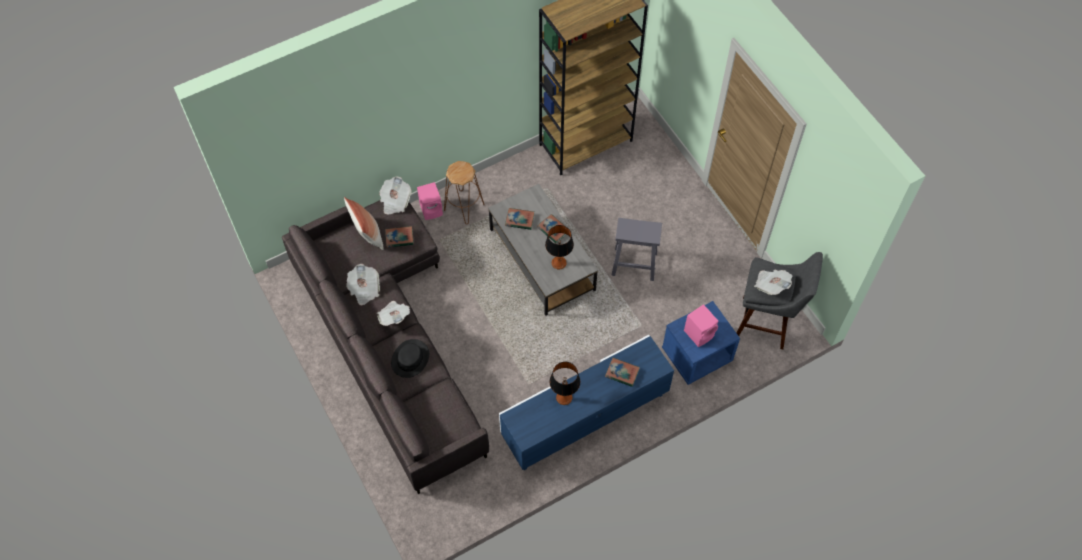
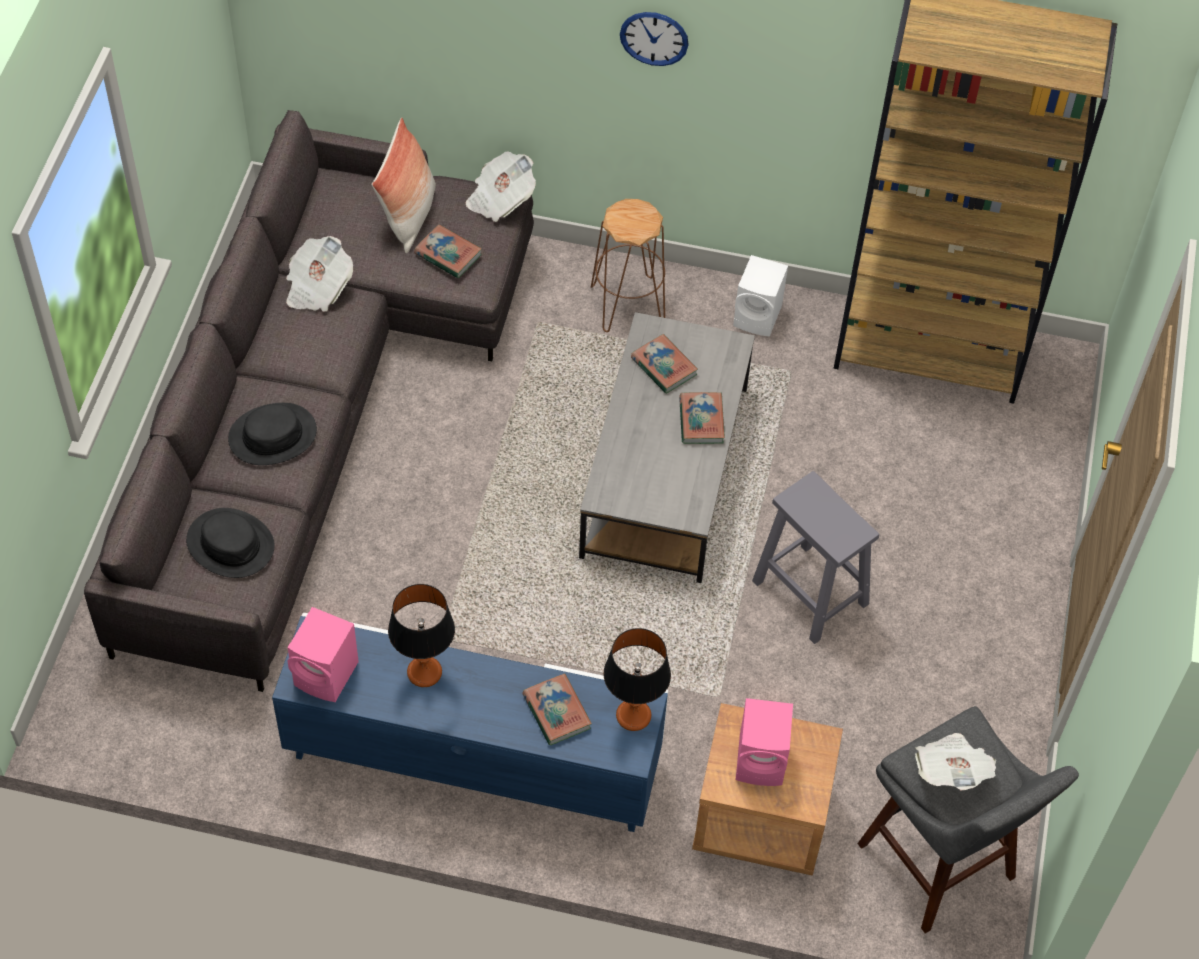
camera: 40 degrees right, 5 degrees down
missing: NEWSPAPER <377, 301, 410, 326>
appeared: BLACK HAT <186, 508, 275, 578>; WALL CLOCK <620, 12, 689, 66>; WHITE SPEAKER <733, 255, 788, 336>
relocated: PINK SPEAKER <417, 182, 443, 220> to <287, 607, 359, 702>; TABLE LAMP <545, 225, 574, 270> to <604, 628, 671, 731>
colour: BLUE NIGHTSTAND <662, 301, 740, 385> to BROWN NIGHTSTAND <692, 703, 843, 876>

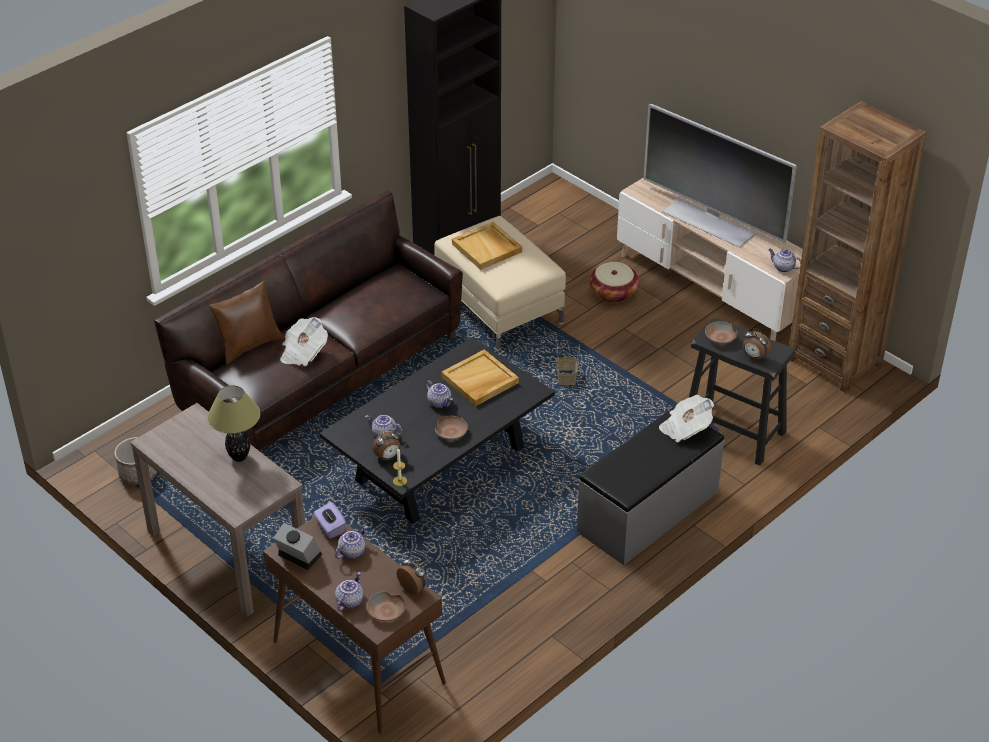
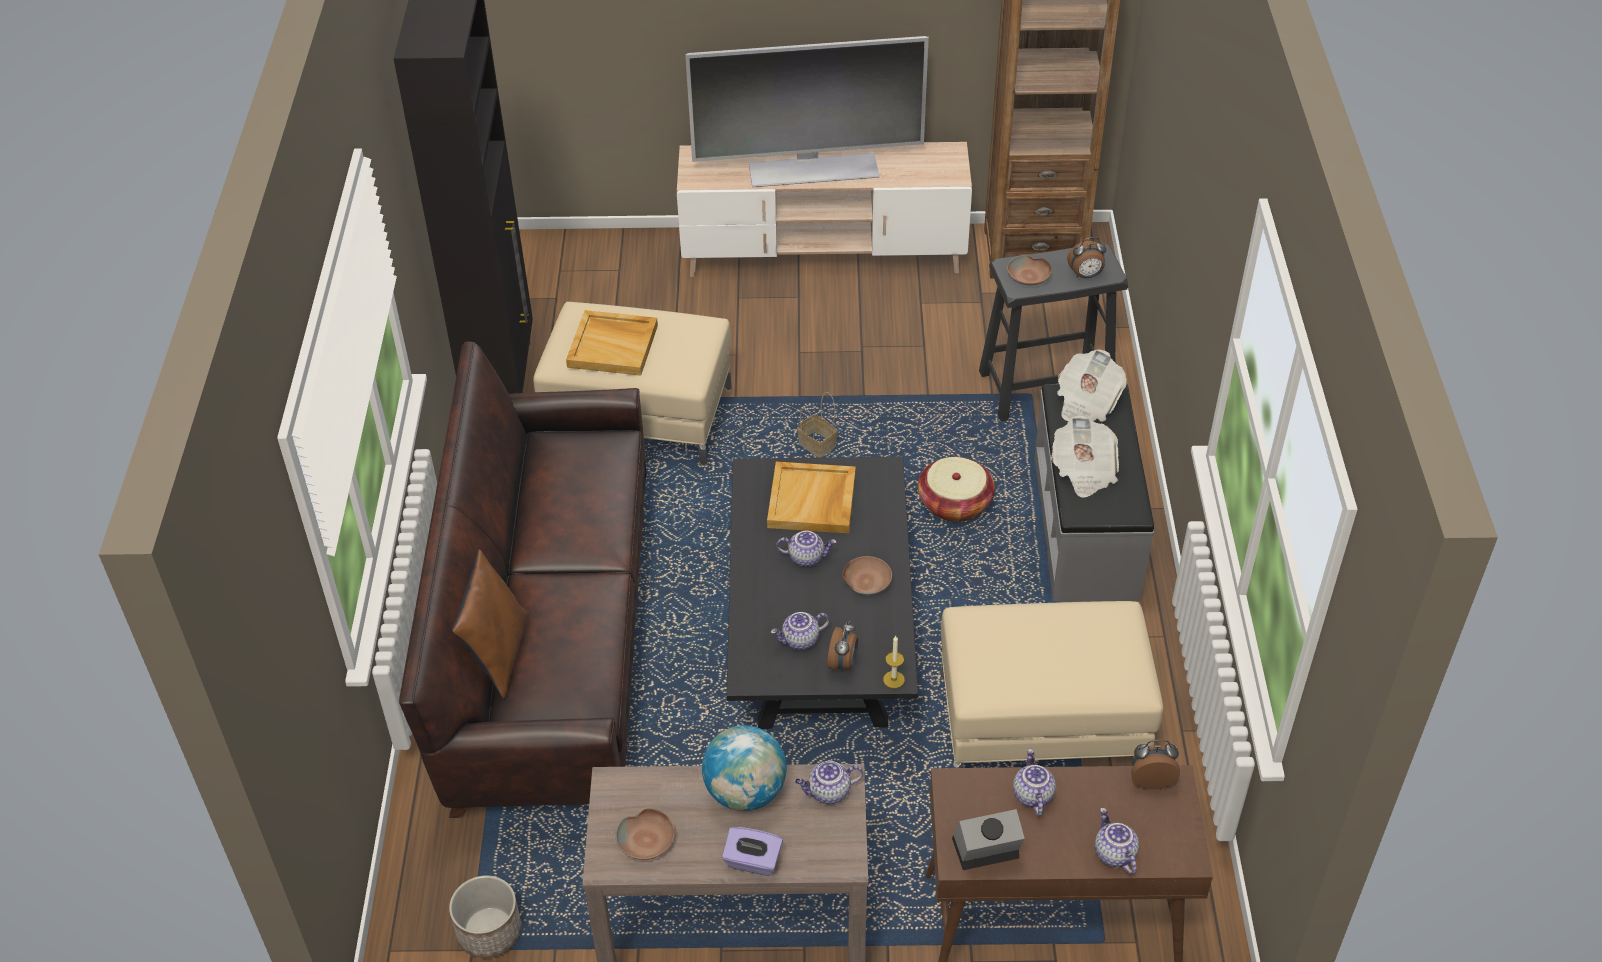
camera: 45 degrees left, 5 degrees up
appeared: BEIGE OTTOMAN <941, 601, 1163, 768>
relocated: NEWSPAPER <280, 317, 328, 366> to <1051, 415, 1119, 498>; PURPLE TISSUE BOX <314, 502, 346, 539> to <722, 827, 783, 876>; BROWN BOWL <367, 591, 406, 621> to <615, 809, 675, 860>; BASKET <589, 262, 639, 303> to <918, 457, 995, 522>; TEAPOT <768, 249, 801, 273> to <795, 761, 863, 804>
exchanged: TABLE LAMP <207, 385, 260, 462> to GLOBE <702, 725, 787, 811>

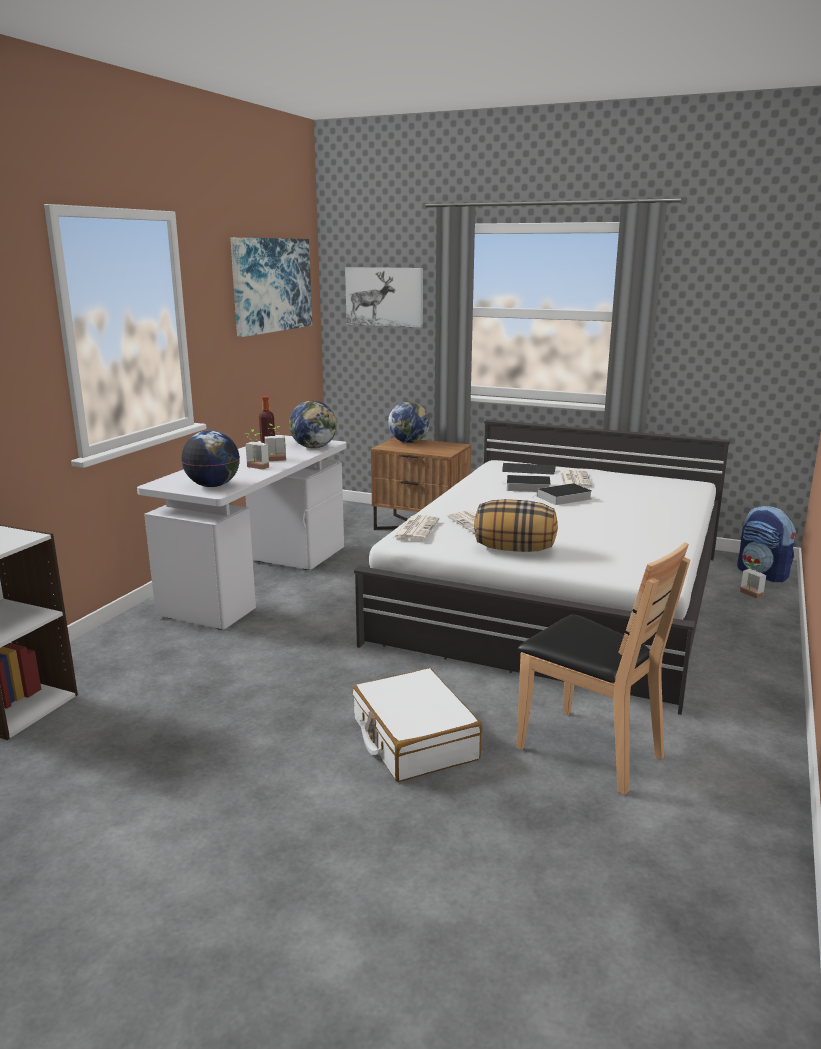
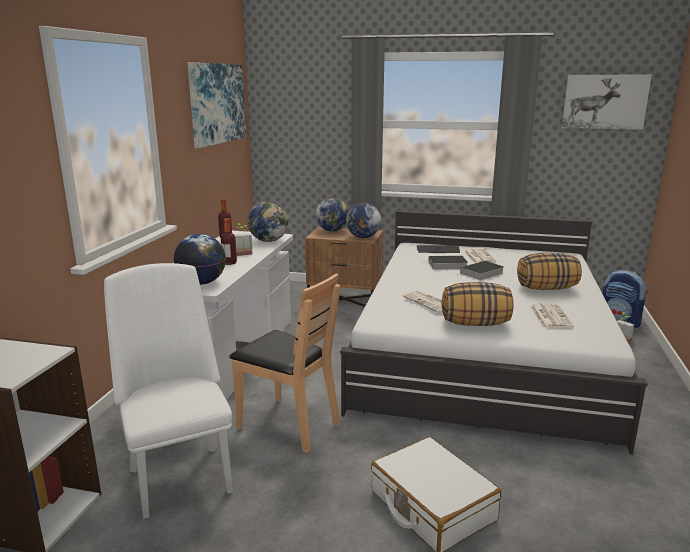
camera: 10 degrees left, 0 degrees up
appeared: WHITE CHAIR <104, 263, 233, 519>; GLOBE <346, 203, 381, 238>; PILLOW <517, 253, 582, 290>
relocated: PICTURE <345, 267, 423, 328> to <562, 75, 652, 130>; NEWSPAPER <393, 515, 439, 540> to <530, 303, 574, 329>; BROWN CHAIR <516, 542, 690, 795> to <229, 274, 341, 453>
exchanged: POTTED PLANT <245, 429, 269, 470> to BOTTLE <221, 218, 237, 265>

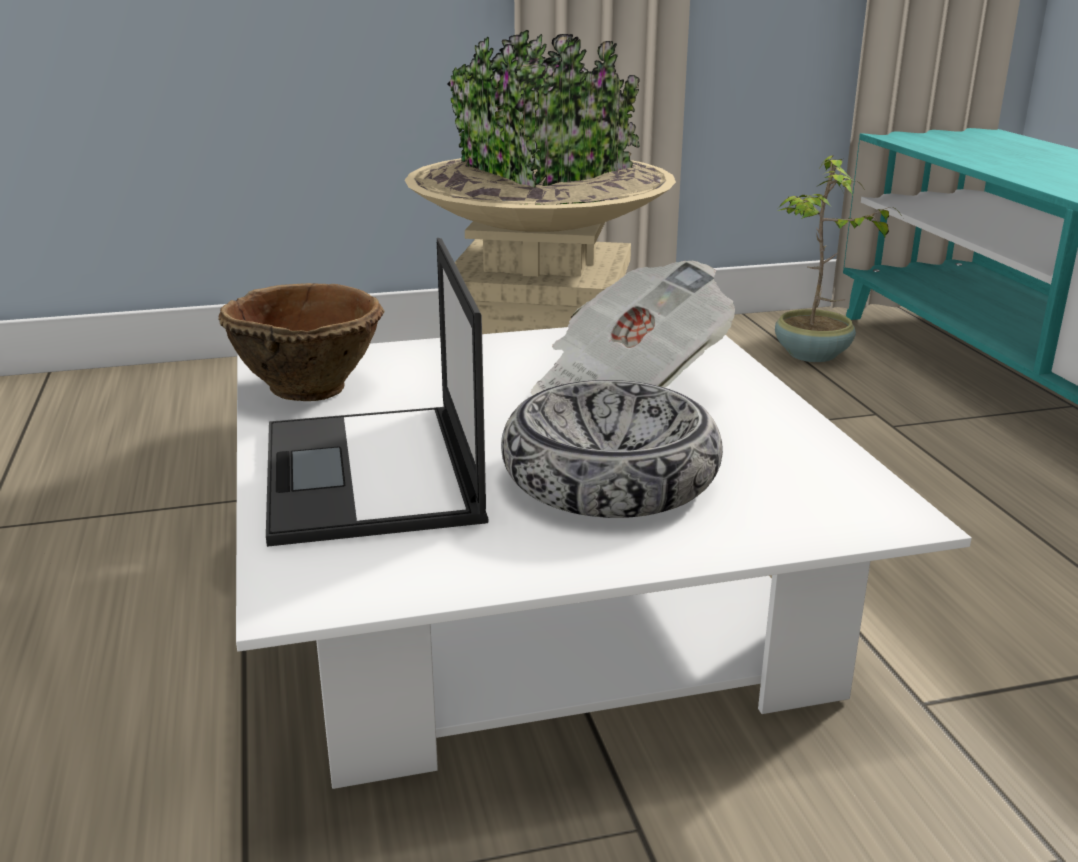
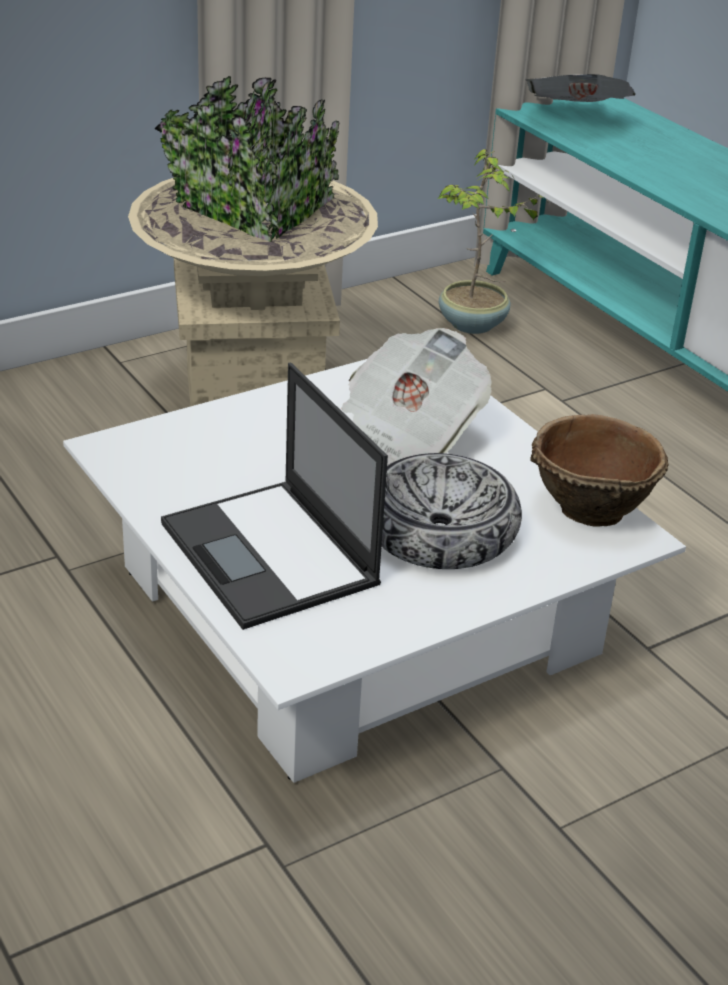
camera: 20 degrees left, 10 degrees up
appeared: NEWSPAPER <525, 74, 636, 102>
relocated: BROWN BOWL <218, 283, 384, 401> to <530, 414, 669, 527>

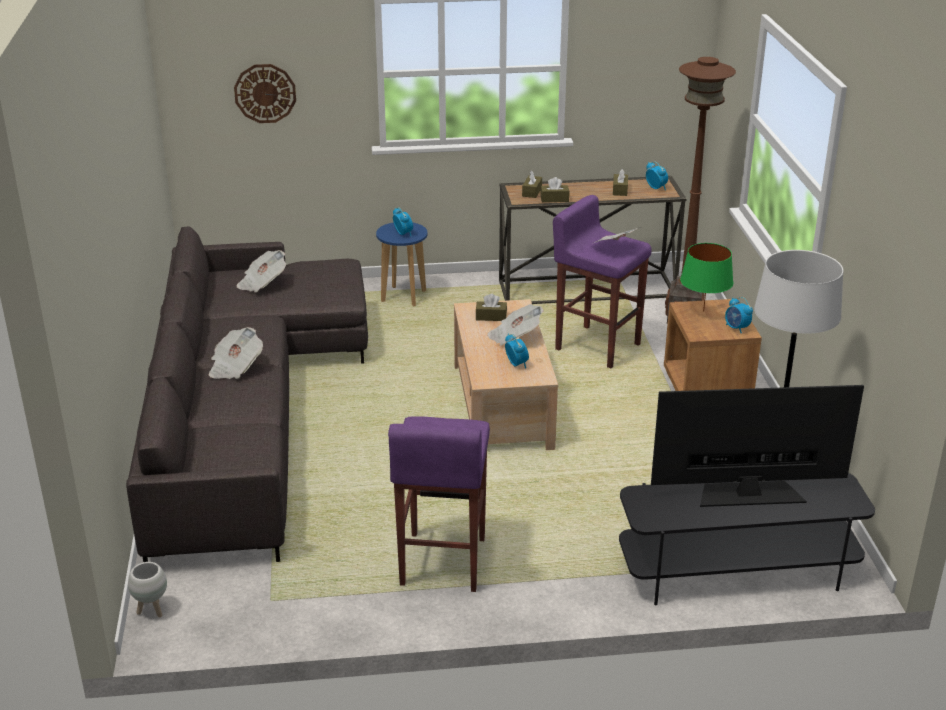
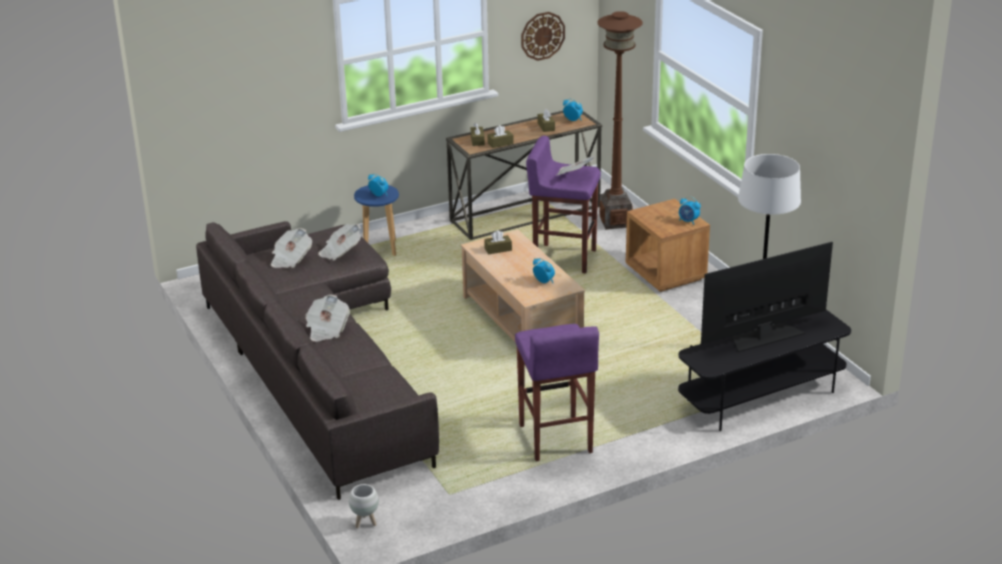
camera: 20 degrees left, 0 degrees up
missing: GREEN TABLE LAMP <680, 243, 733, 312>
relocated: WALL CLOCK <234, 64, 296, 123> to <521, 12, 565, 61>; NEWSPAPER <487, 304, 544, 346> to <318, 224, 361, 261>

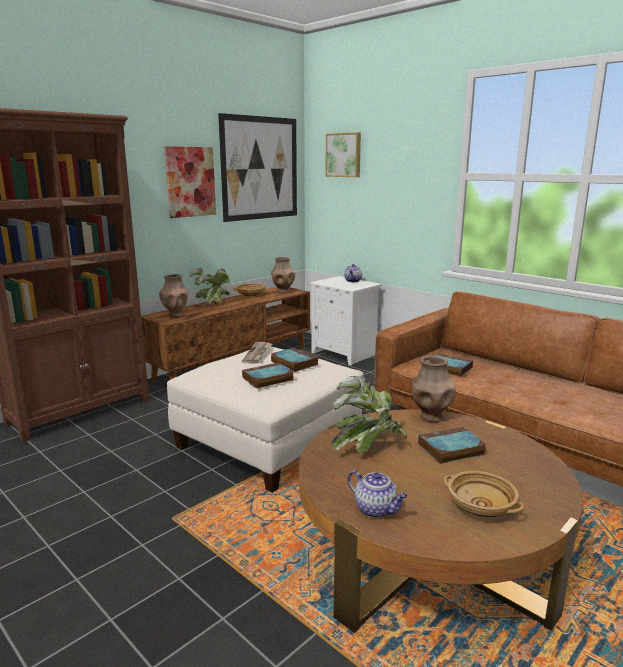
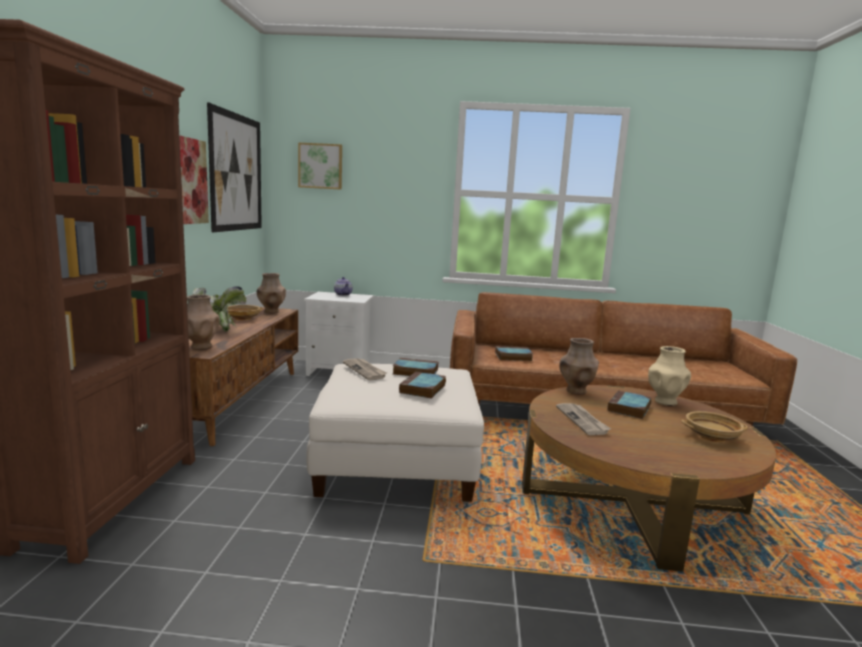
camera: 40 degrees left, 5 degrees down
missing: TEAPOT <347, 470, 408, 518>
appeared: BEIGE VASE <648, 346, 691, 406>
exchanged: POTTED PLANT <331, 376, 407, 453> to NEWSPAPER <556, 403, 611, 435>

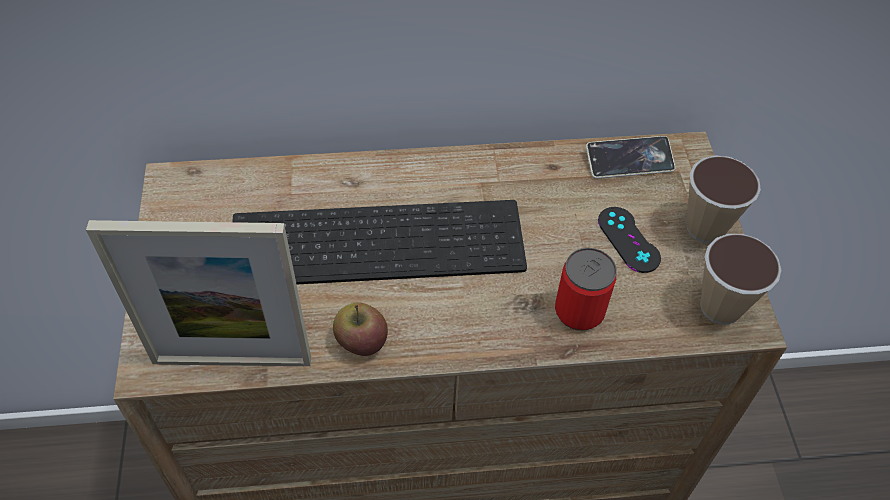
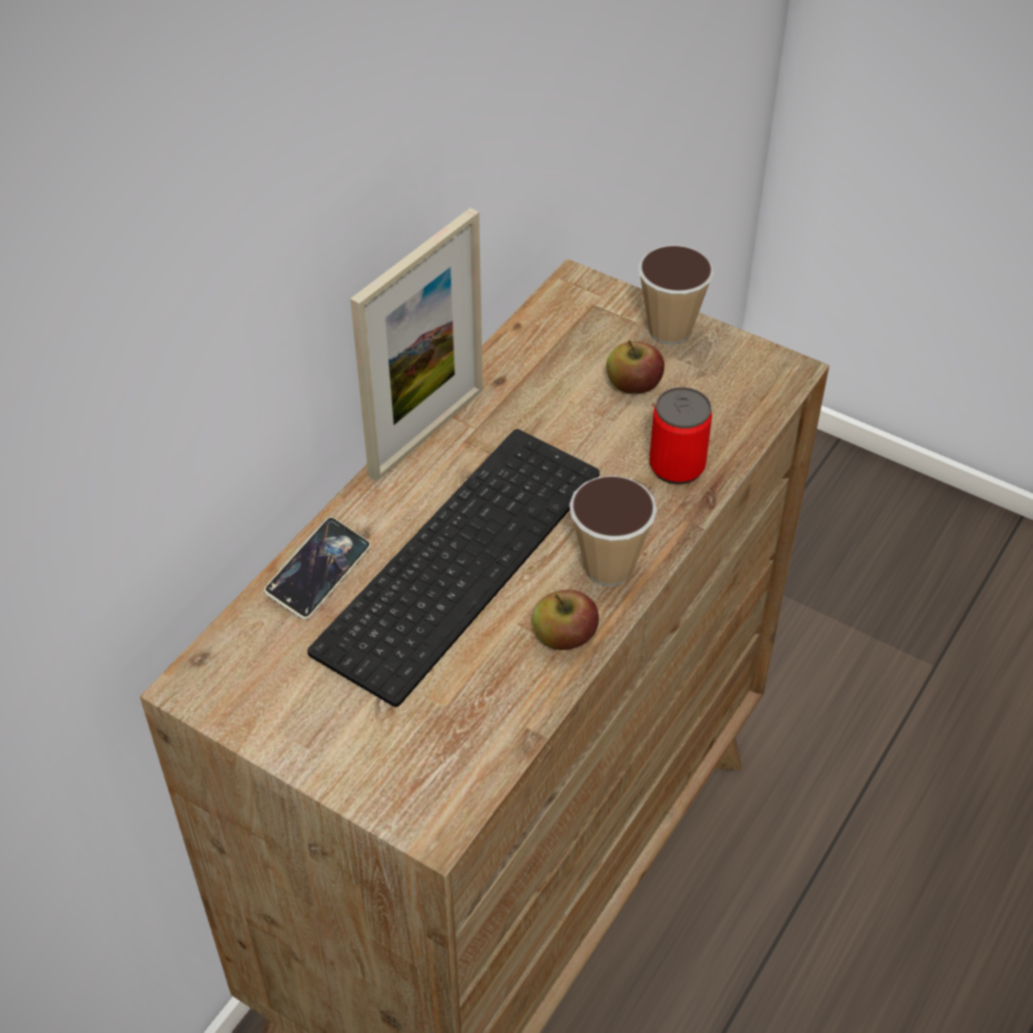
camera: 50 degrees left, 5 degrees down
relocated: PICTURE FRAME <86, 220, 311, 366> to <350, 208, 483, 482>; PHONE <586, 136, 675, 179> to <264, 517, 371, 620>; CUP <700, 234, 781, 325> to <569, 476, 657, 586>
exchanged: BLACK GAME CONTROLLER <598, 207, 661, 273> to APPLE <606, 340, 664, 393>

